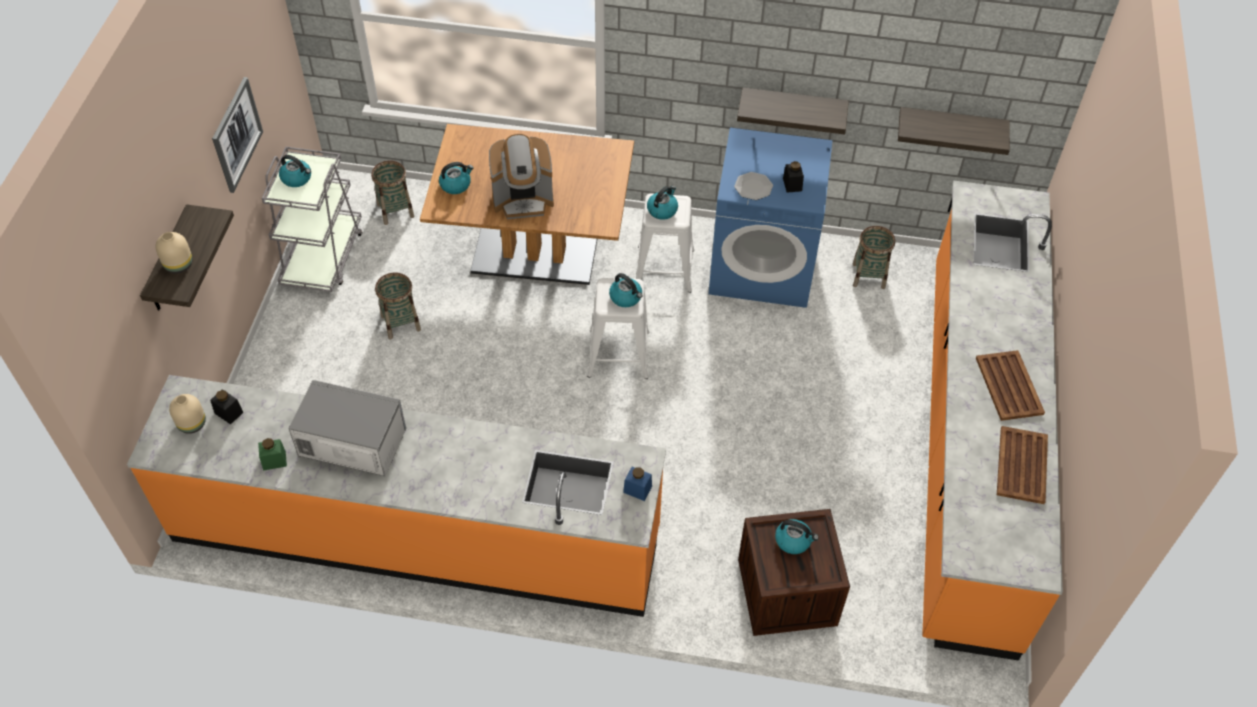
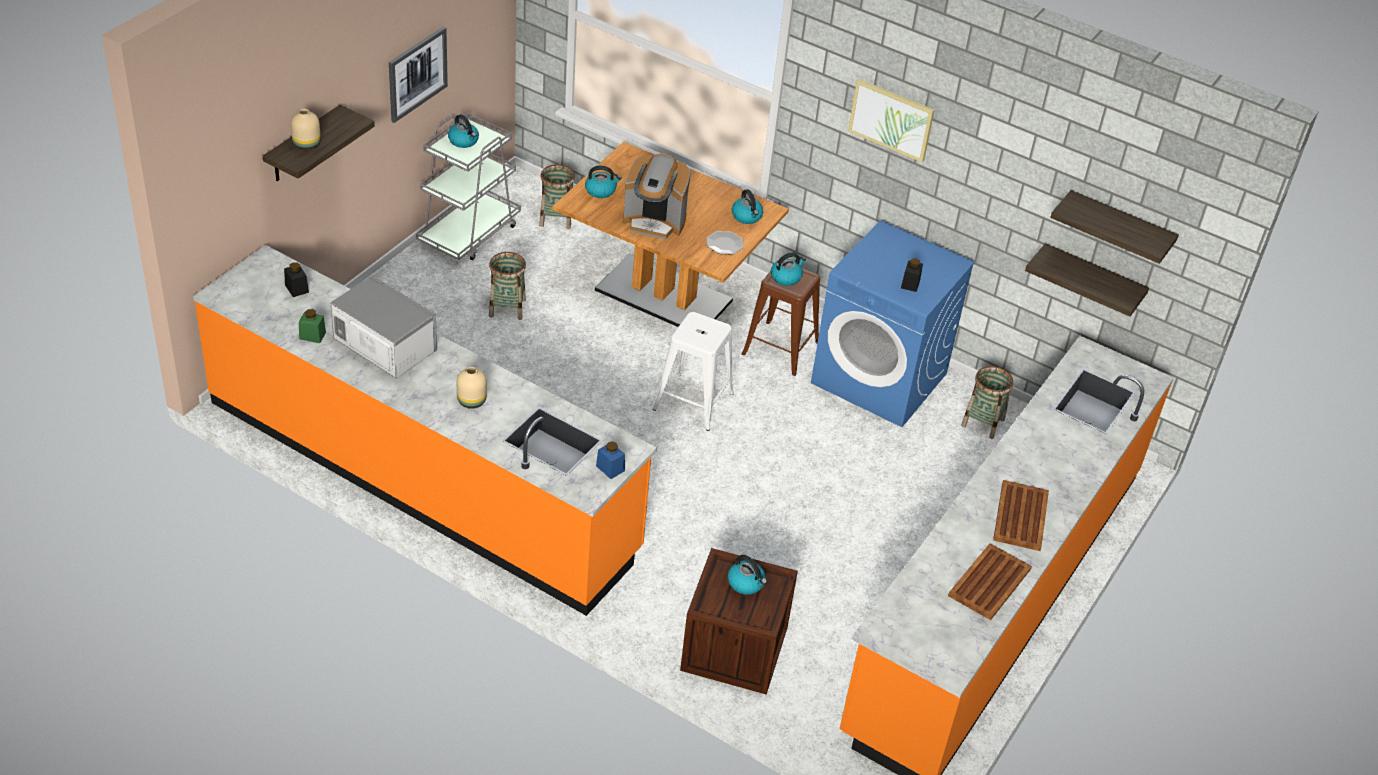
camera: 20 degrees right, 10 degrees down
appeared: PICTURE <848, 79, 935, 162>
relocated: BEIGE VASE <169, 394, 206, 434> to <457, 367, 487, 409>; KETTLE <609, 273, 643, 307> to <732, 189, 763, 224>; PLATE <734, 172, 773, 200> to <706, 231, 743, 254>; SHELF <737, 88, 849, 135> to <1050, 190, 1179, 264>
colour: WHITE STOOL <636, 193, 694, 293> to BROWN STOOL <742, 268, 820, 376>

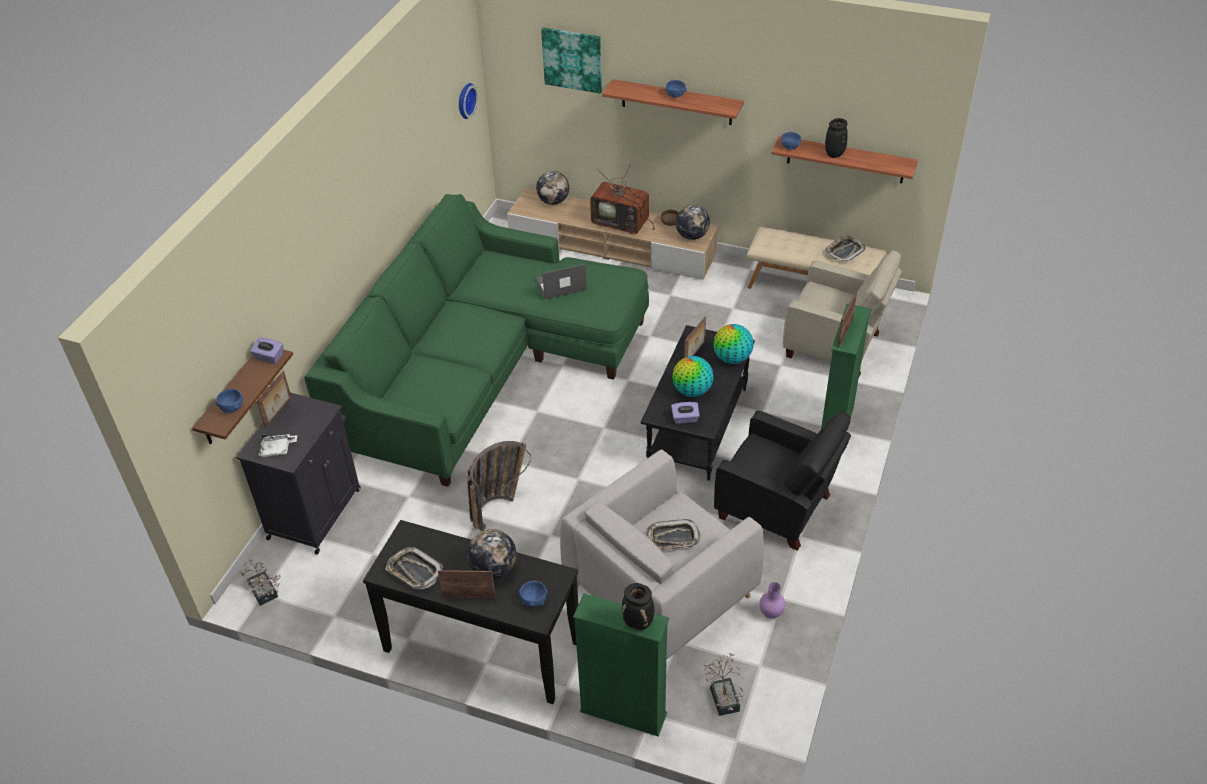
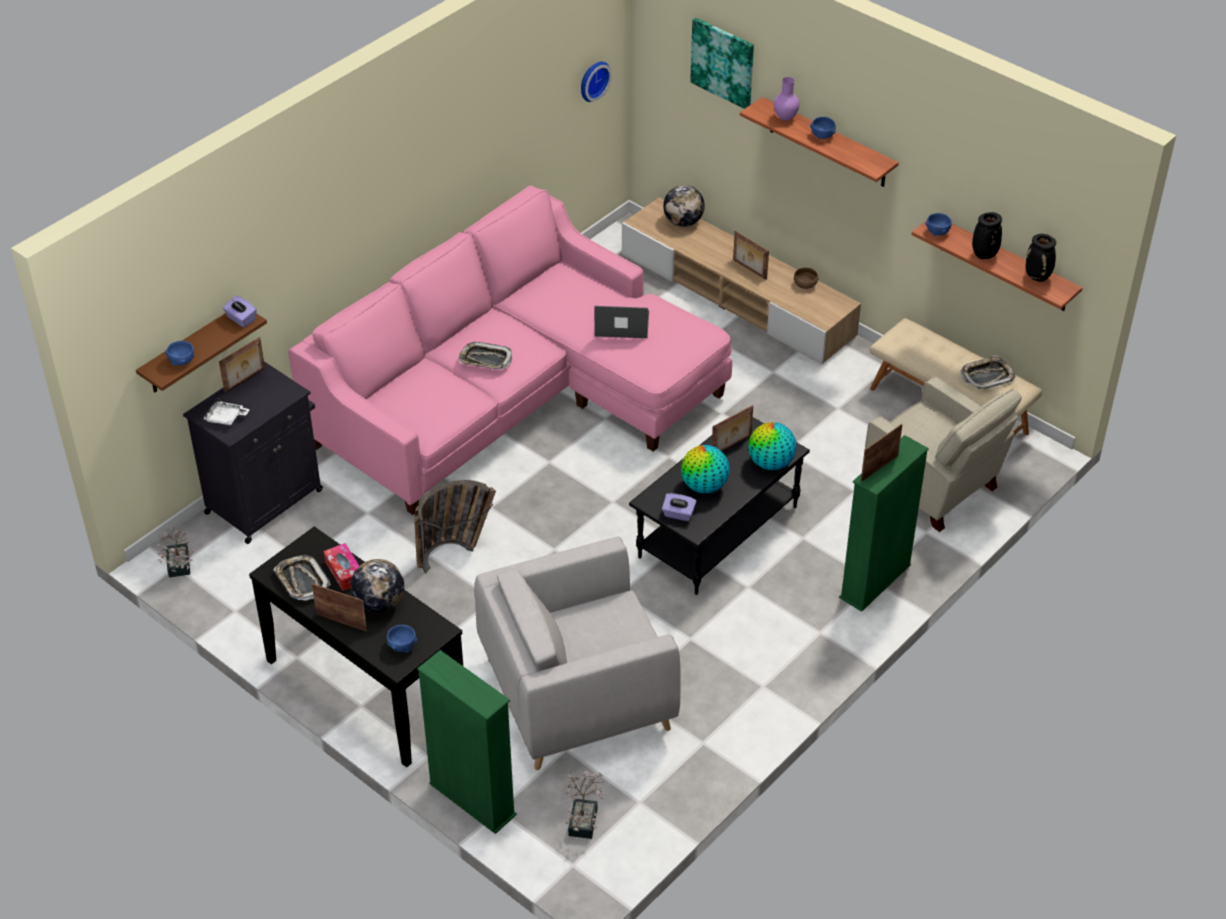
camera: 20 degrees right, 0 degrees up
missing: GLOBE <675, 205, 710, 240>; BLACK ARMCHAIR <714, 410, 851, 551>
appeared: TISSUE BOX <323, 543, 359, 591>
relocated: BLACK VASE <622, 583, 654, 630> to <1025, 234, 1056, 282>; TRAY <647, 519, 701, 550> to <459, 342, 512, 370>; PURPLE VASE <760, 582, 785, 619> to <774, 77, 800, 120>
exchanged: TELEVISION <590, 164, 655, 234> to PICTURE FRAME <733, 231, 769, 280>
colour: GREEN SOFA <304, 194, 649, 487> to PINK SOFA <288, 186, 732, 515>

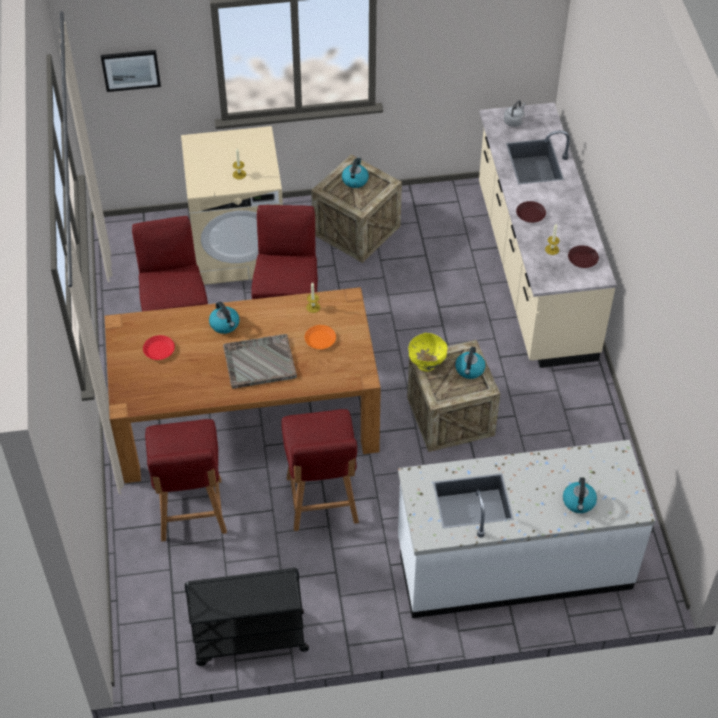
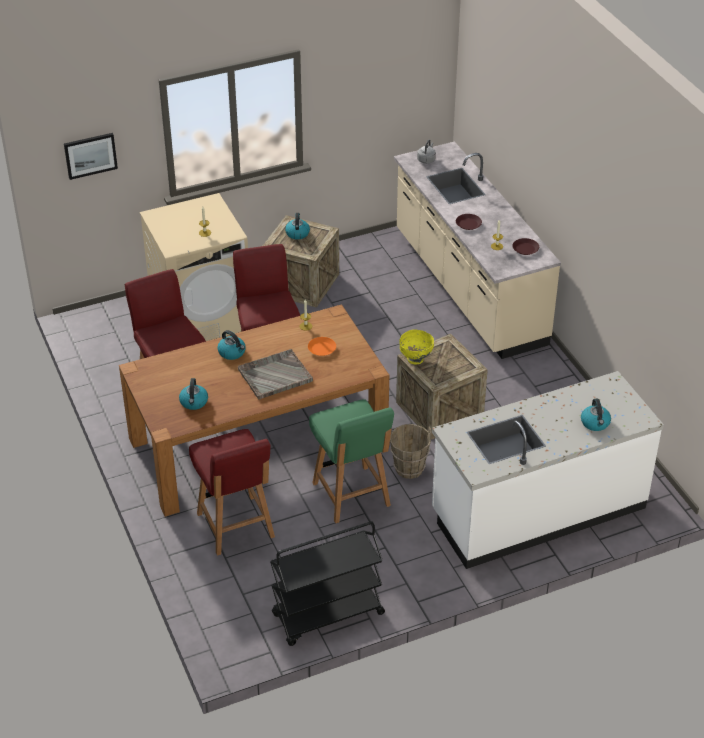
camera: 15 degrees left, 10 degrees down
missing: RED PLATE <143, 335, 175, 360>
appeared: BROWN BUCKET <390, 424, 432, 479>
relocated: KETTLE <455, 347, 486, 379> to <179, 378, 208, 410>
colour: RED CHAIR <282, 409, 359, 531> to GREEN CHAIR <309, 399, 394, 523>

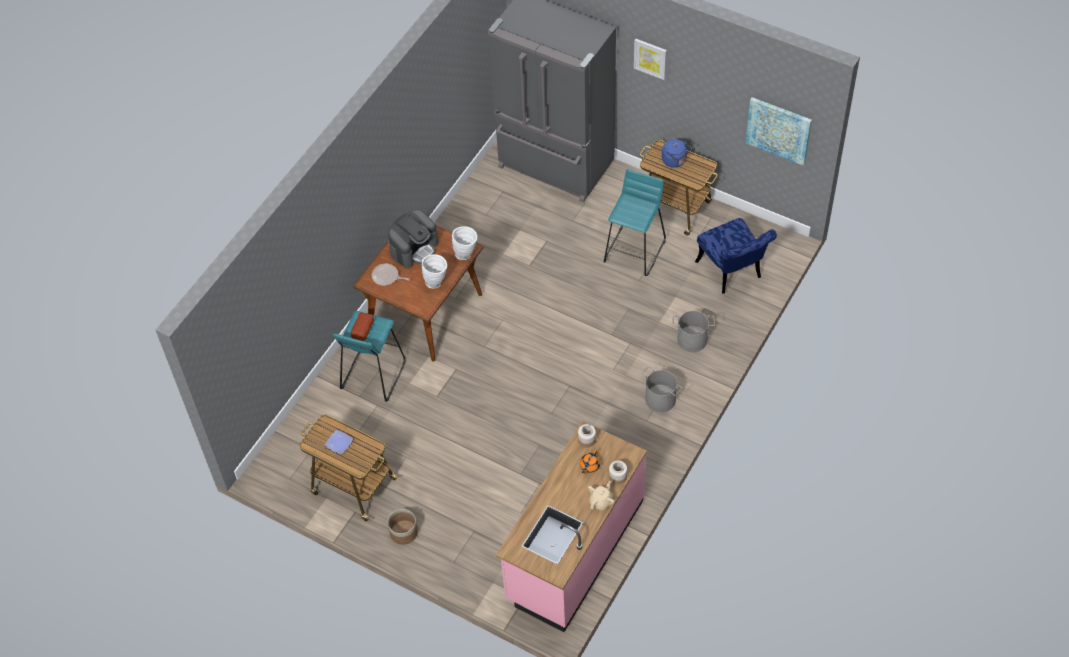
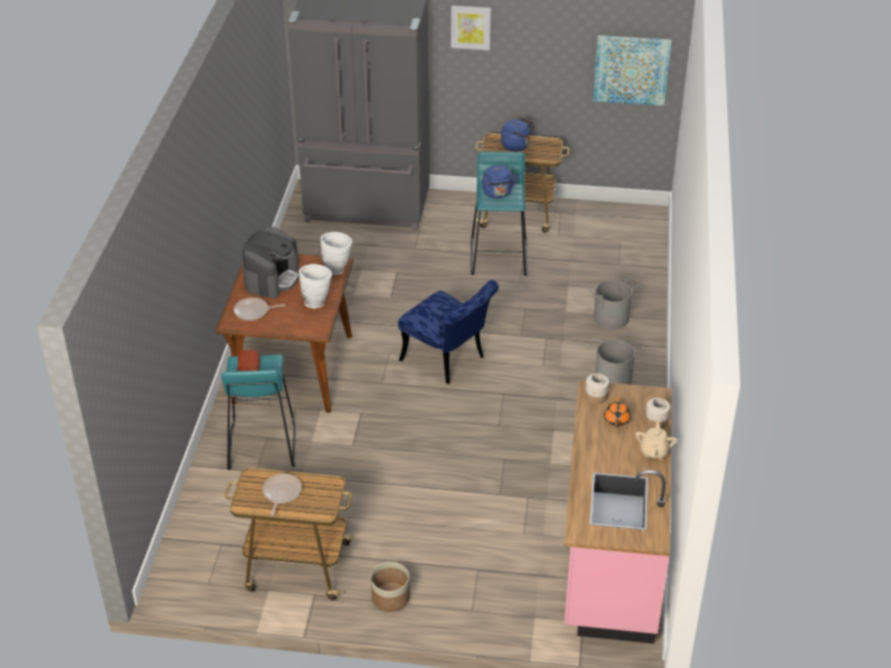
camera: 25 degrees left, 15 degrees down
appeared: BLUE KETTLE <482, 165, 519, 199>
relocated: BLUE CHAIR <695, 218, 777, 294> to <398, 280, 499, 384>
exchanged: PLATE <325, 430, 353, 454> to FRYING PAN <263, 473, 302, 516>

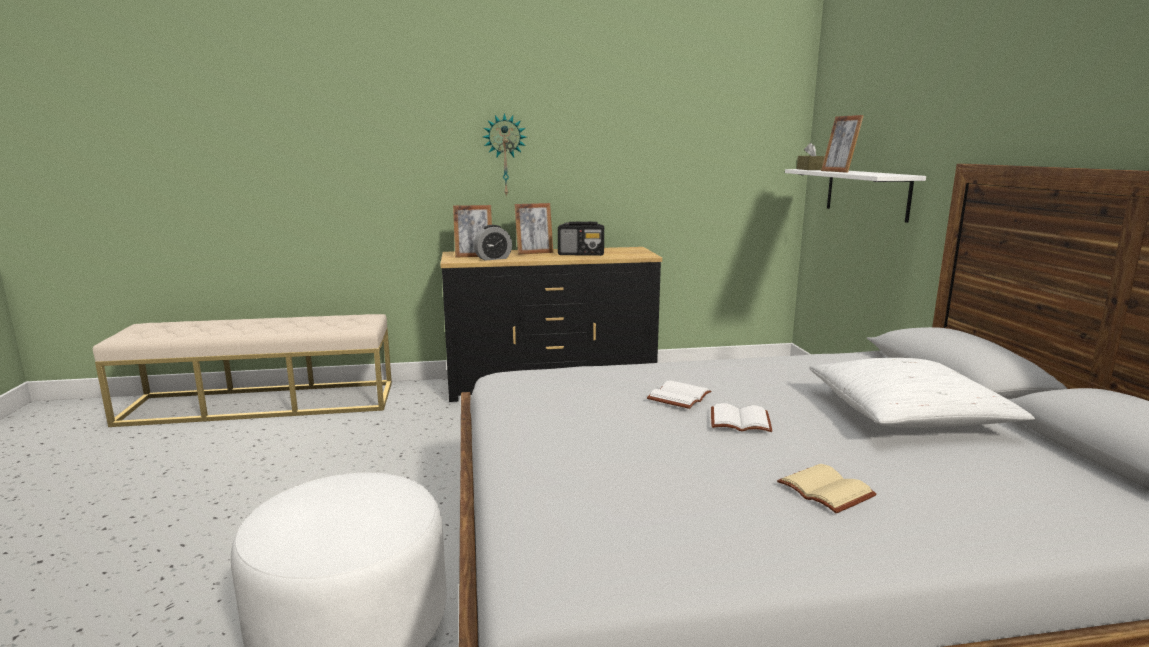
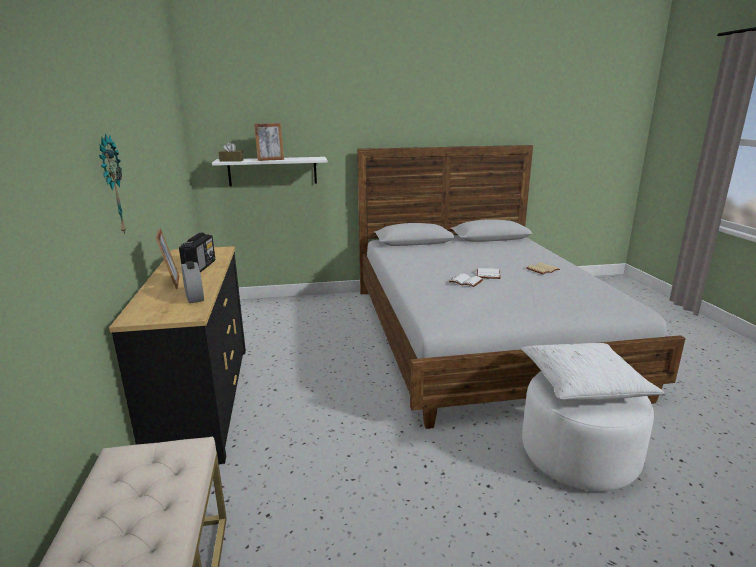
camera: 90 degrees left, 5 degrees up
missing: PICTURE FRAME <453, 205, 492, 258>
relocated: WHITE PILLOW <809, 358, 1035, 428> to <521, 343, 664, 400>

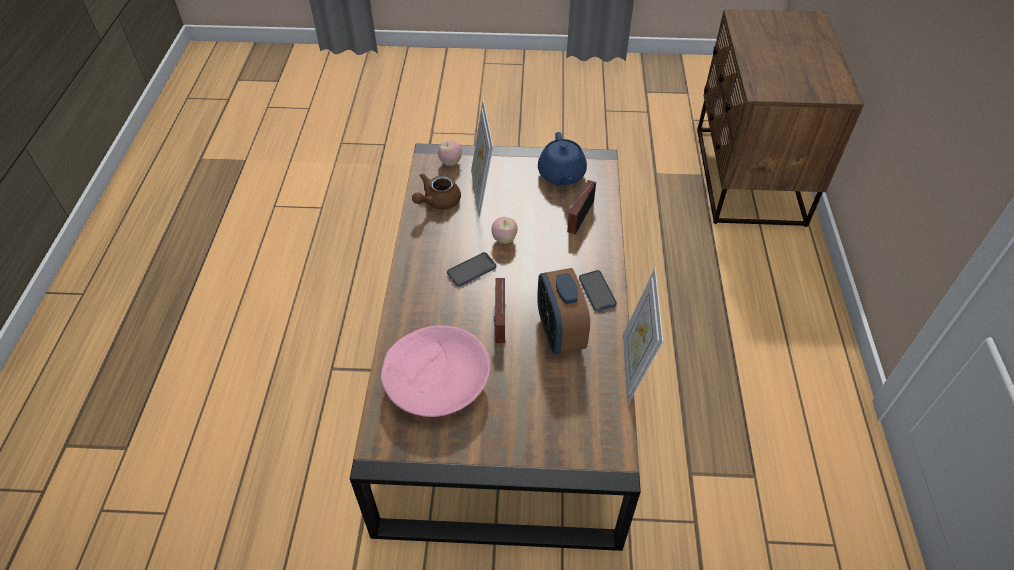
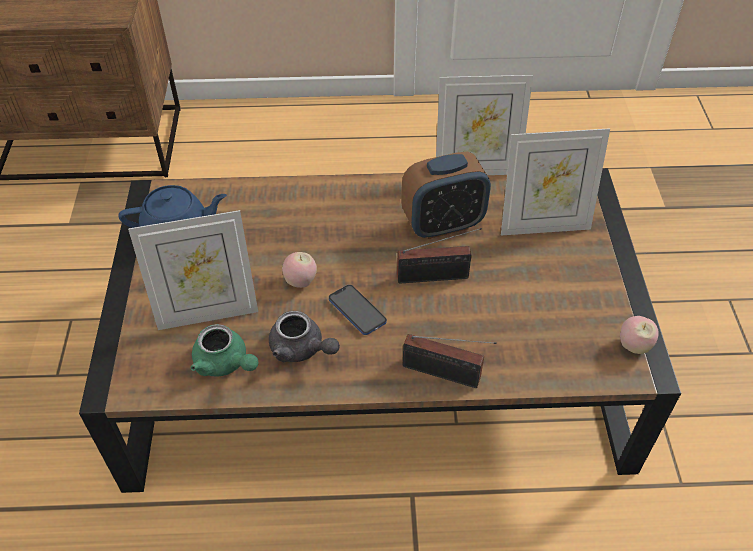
camera: 95 degrees left, 0 degrees up
missing: PINK BOWL <381, 325, 491, 417>; PHONE <579, 270, 617, 312>
appeared: GREY TEAPOT <269, 311, 340, 362>; PICTURE FRAME <501, 128, 610, 235>
relocated: APPLE <438, 141, 462, 166> to <620, 316, 659, 354>; RADIO <567, 180, 596, 235> to <403, 334, 497, 388>
colour: BROWN TEAPOT <412, 174, 461, 210> to GREEN TEAPOT <191, 324, 259, 376>

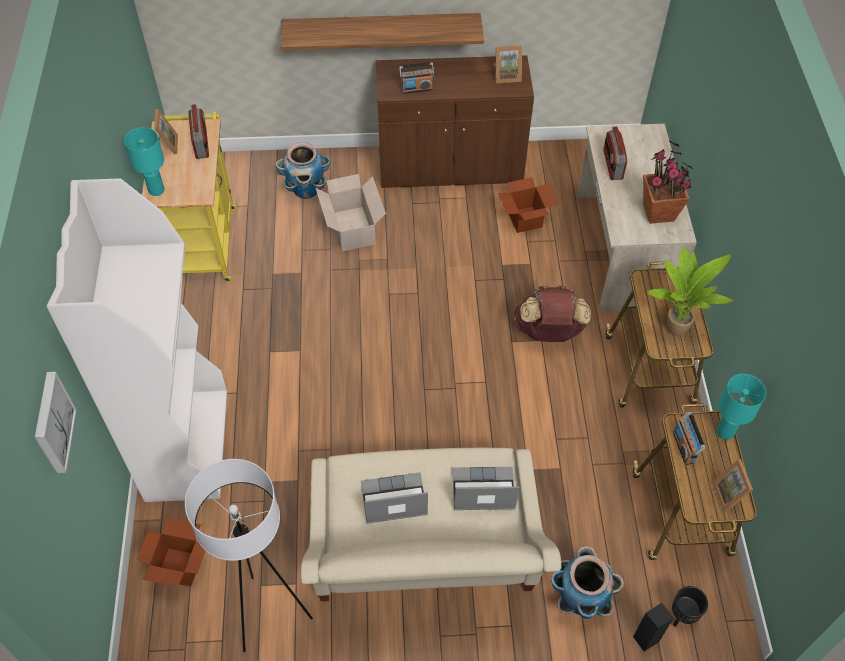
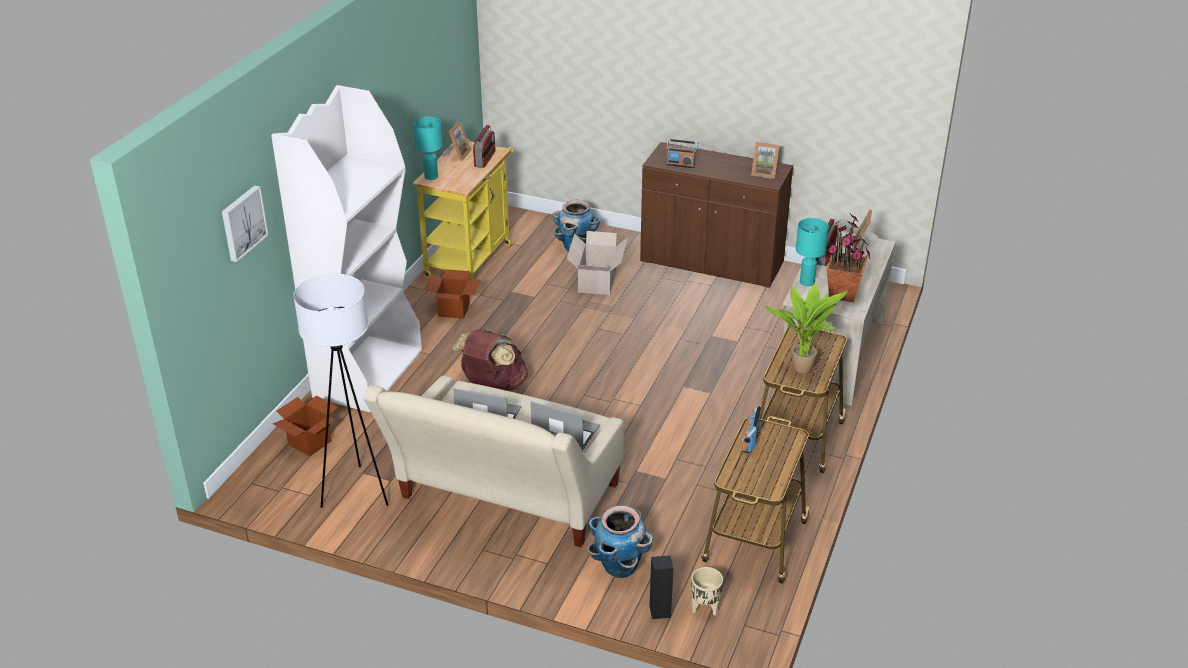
camera: 25 degrees right, 20 degrees down
missing: SHELF <281, 13, 484, 50>
relocated: CARDBOARD BOX <498, 177, 558, 233> to <424, 269, 481, 319>; BROWN BACKPACK <514, 285, 591, 342> to <452, 329, 528, 391>; PICTURE FRAME <712, 459, 753, 512> to <852, 210, 879, 250>; TURQUOISE TABLE LAMP <717, 374, 766, 440> to <796, 218, 829, 286>
colour: BLACK PLANTER <672, 586, 708, 627> to BEIGE PLANTER <691, 567, 723, 616>

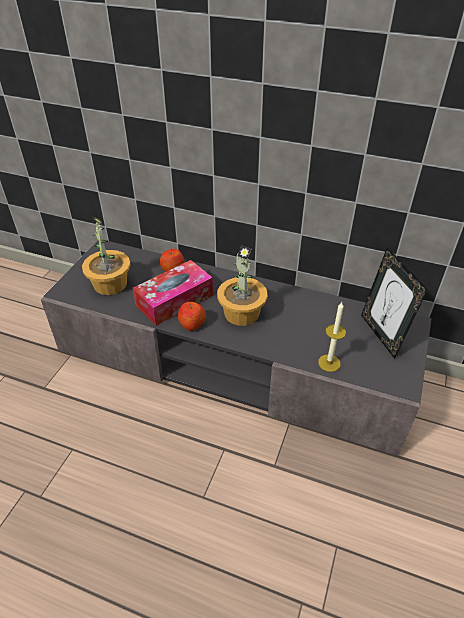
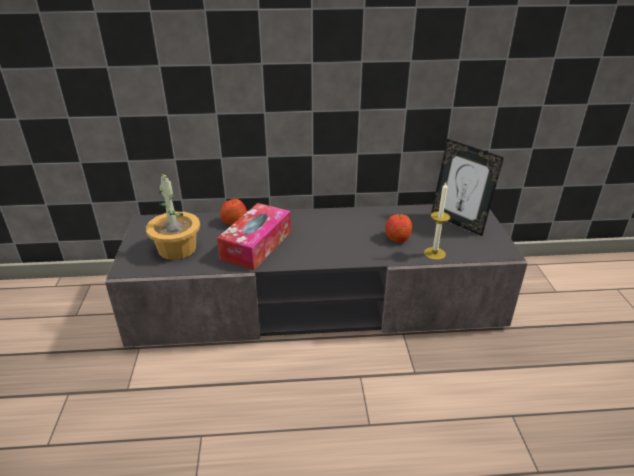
camera: 25 degrees left, 10 degrees down
missing: POTTED PLANT <217, 246, 268, 326>
relocated: APPLE <178, 302, 206, 331> to <385, 214, 412, 243>

